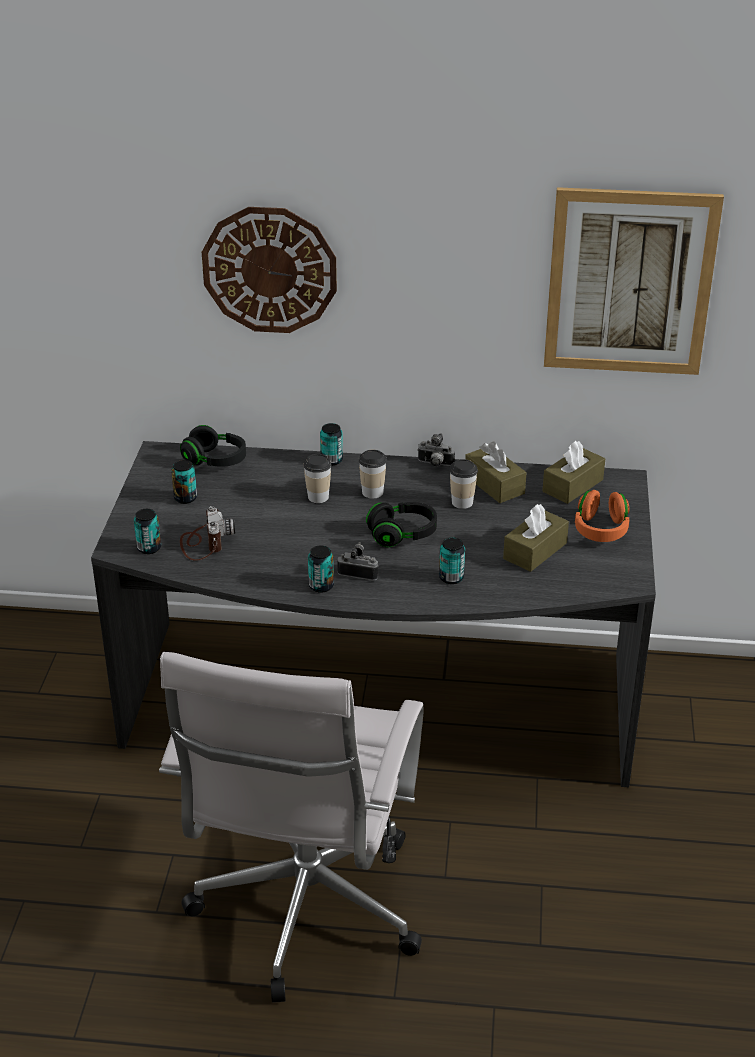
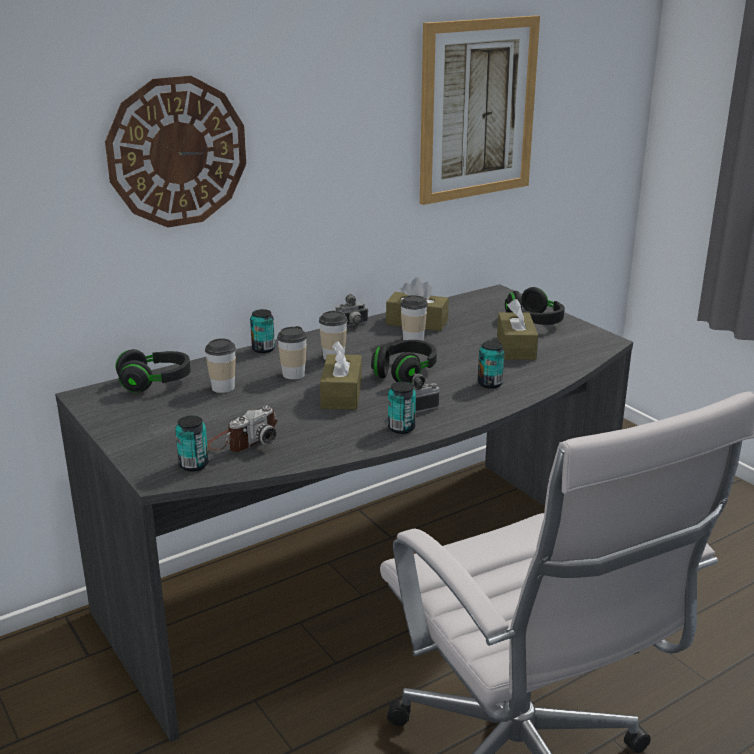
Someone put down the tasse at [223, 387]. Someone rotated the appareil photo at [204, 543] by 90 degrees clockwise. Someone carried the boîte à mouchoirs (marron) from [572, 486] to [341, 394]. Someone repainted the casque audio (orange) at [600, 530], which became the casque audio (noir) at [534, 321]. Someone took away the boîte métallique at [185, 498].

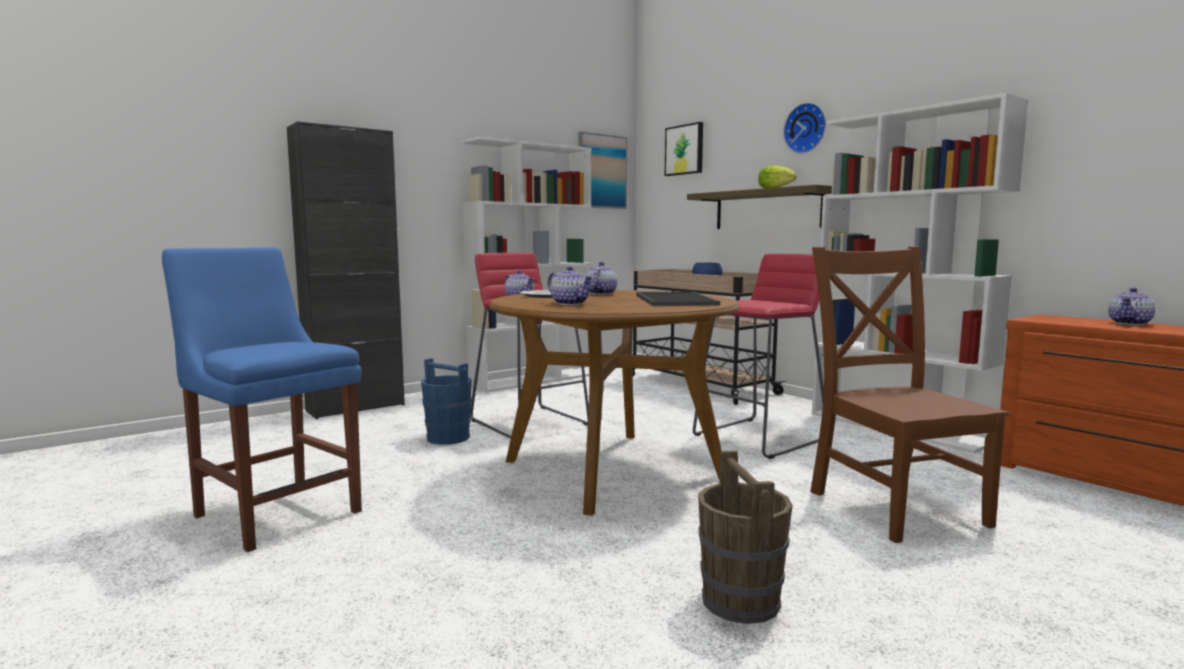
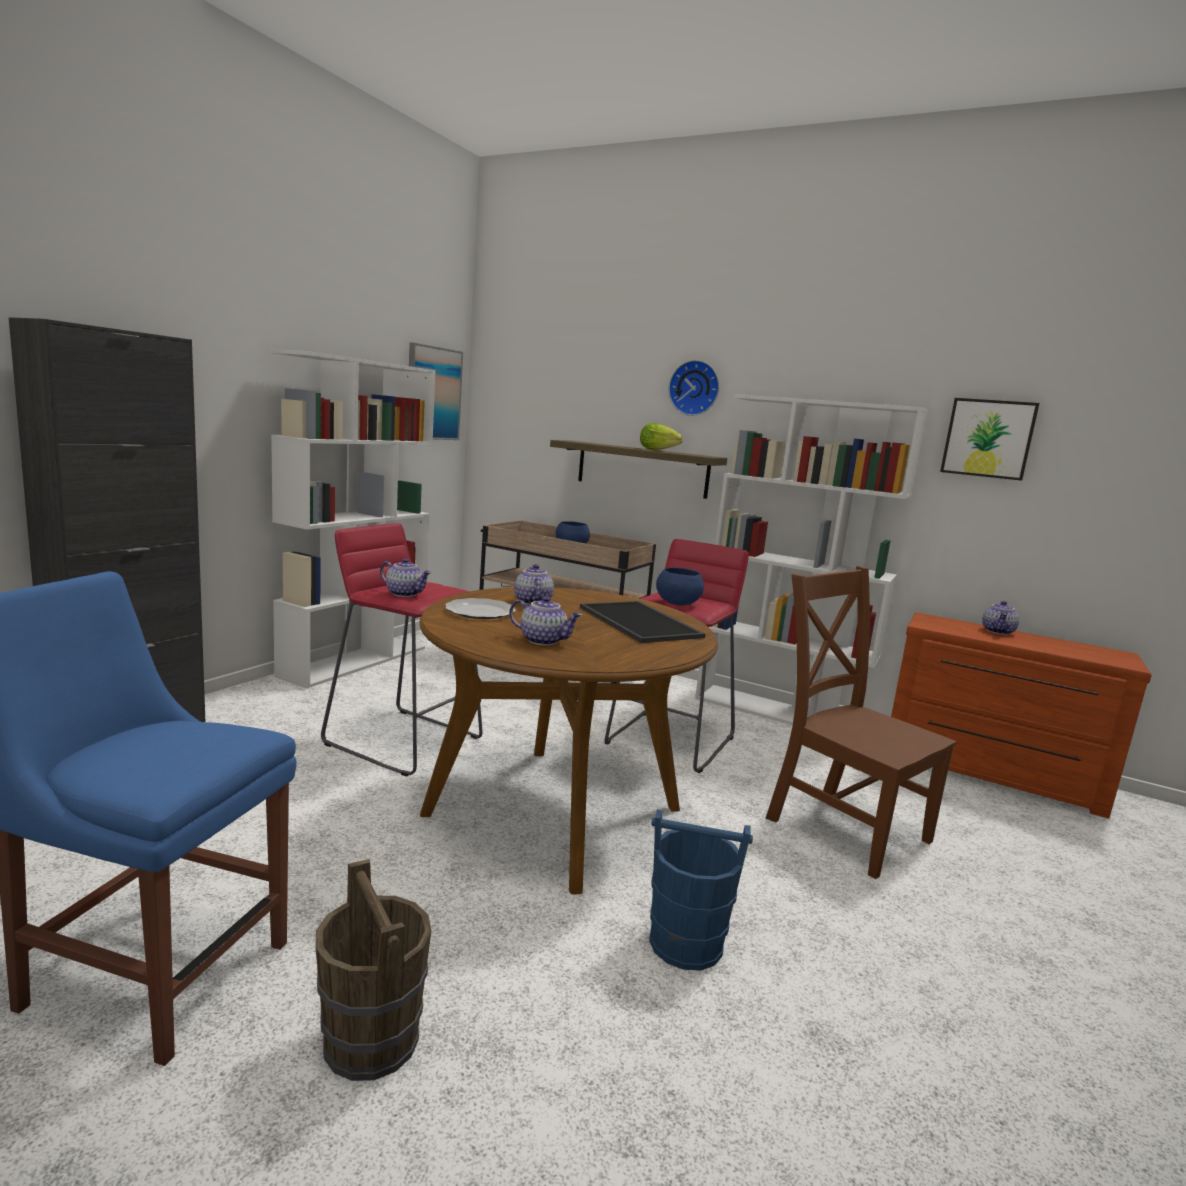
Someone carried the seau (marron) from [740, 602] to [371, 1042]. Someone carried the seau (bleu) from [448, 437] to [685, 943]. Someone put down the bol (bleu) at [677, 603]. Someone carried the tableau from [685, 150] to [988, 438].

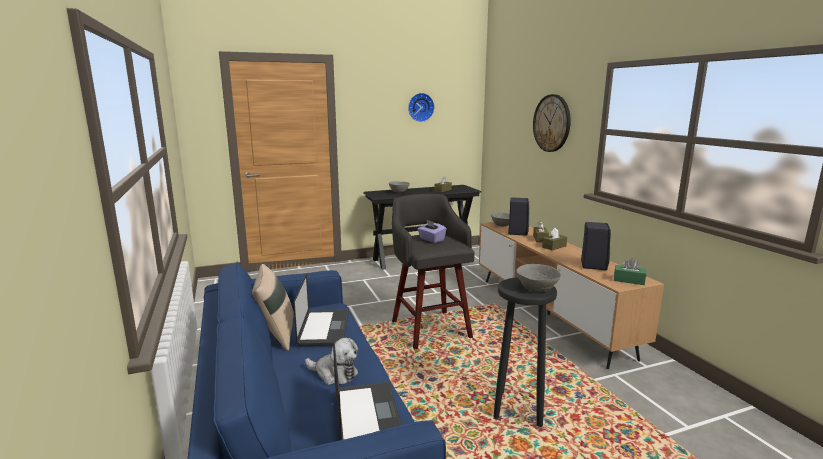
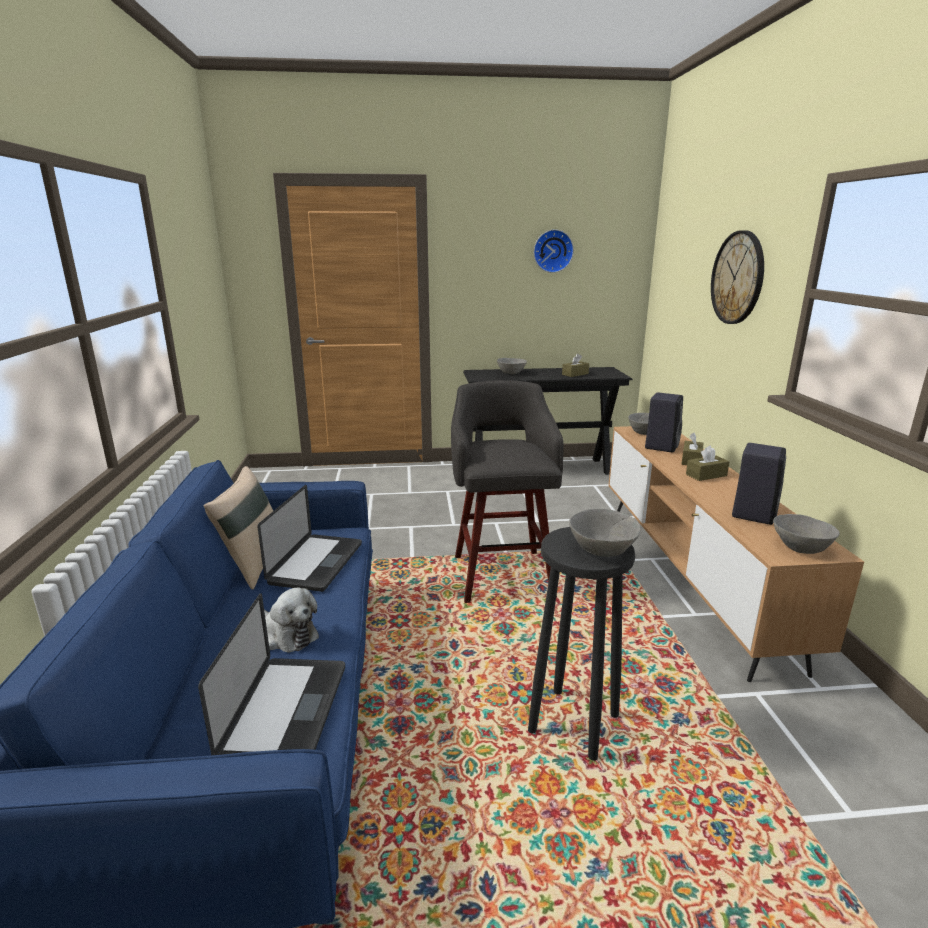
Someone swapped the boîte à mouchoirs (vert) at [629, 280] for the bol (gris) at [801, 547]. Someone took away the boîte à mouchoirs (violet) at [431, 240].

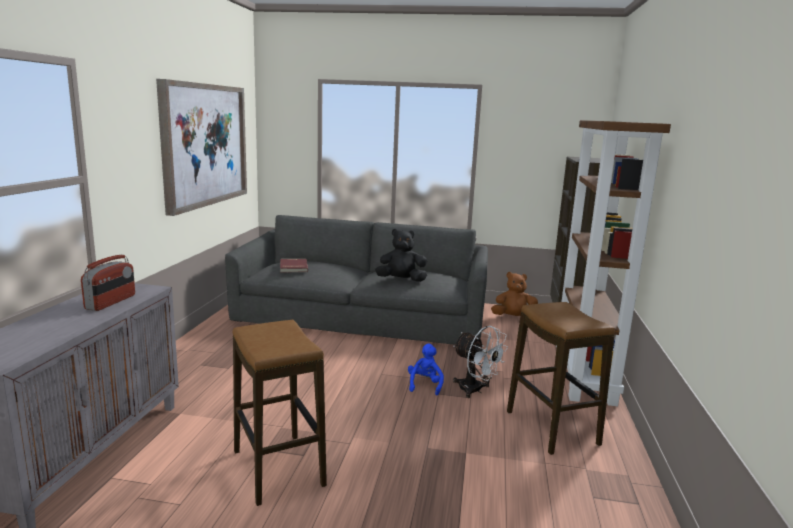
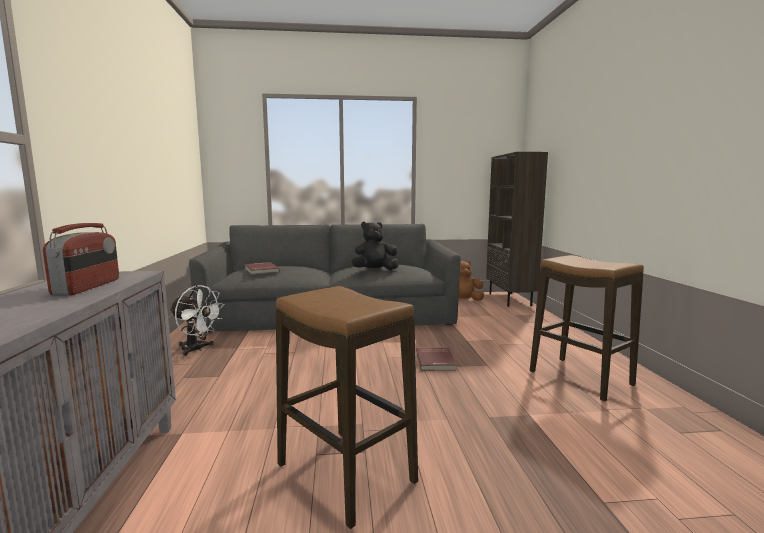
Someone carried the ventilateur (blanc) from [475, 390] to [197, 349]. Someone swapped the peluche (bleu) at [425, 385] for the livre (rouge) at [436, 361]. Someone took away the tableau at [205, 145]. Someone took away the bibliothèque (marron) at [584, 373].

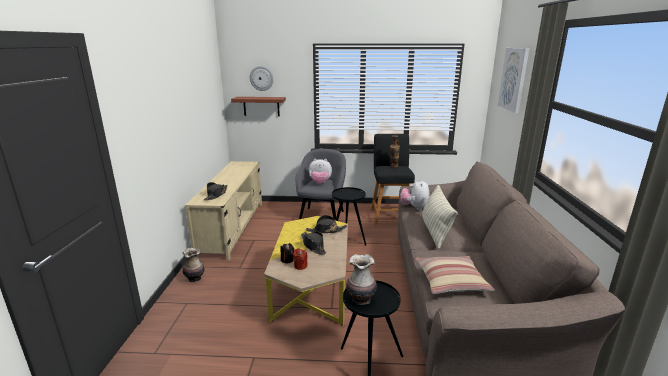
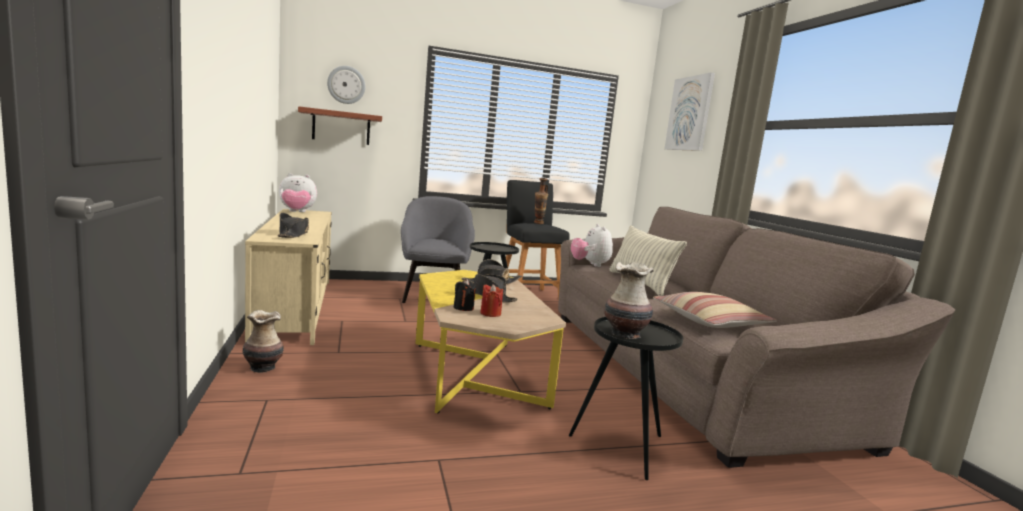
Someone carried the peluche from [320, 183] to [297, 212].

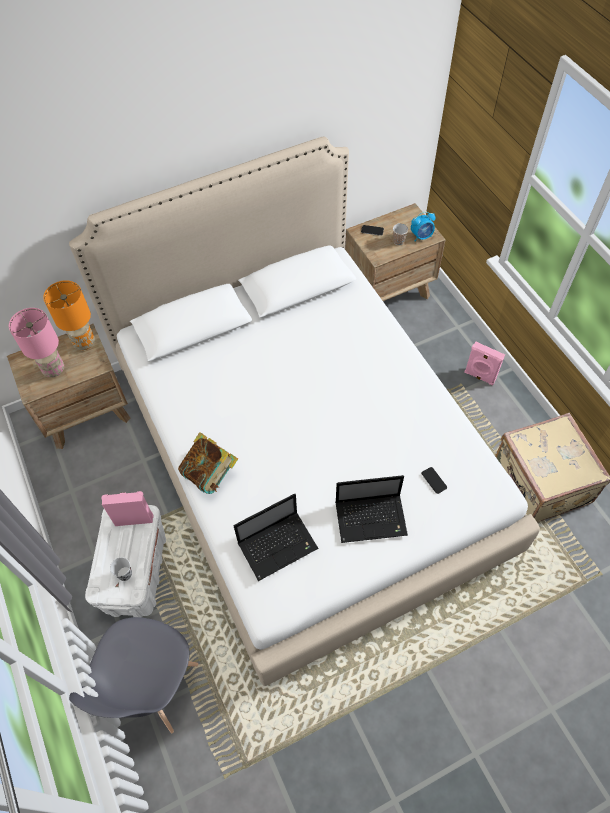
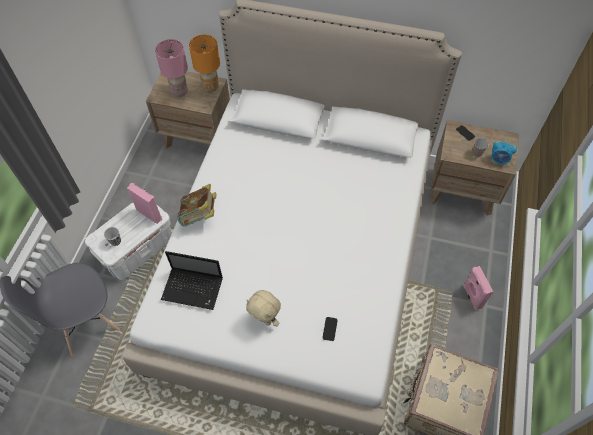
Someone swapped the ordinateur portable at [372, 518] for the peluche (beige) at [265, 319].

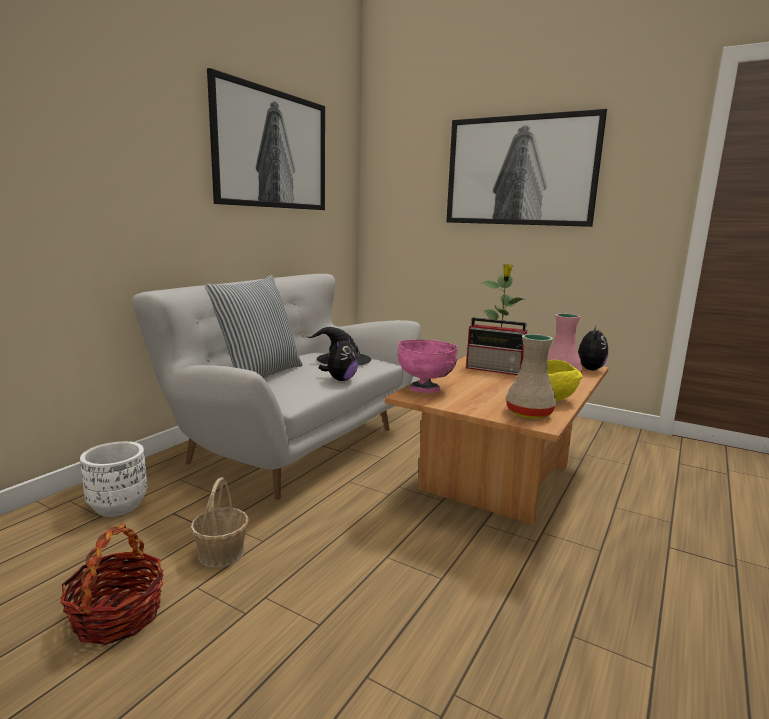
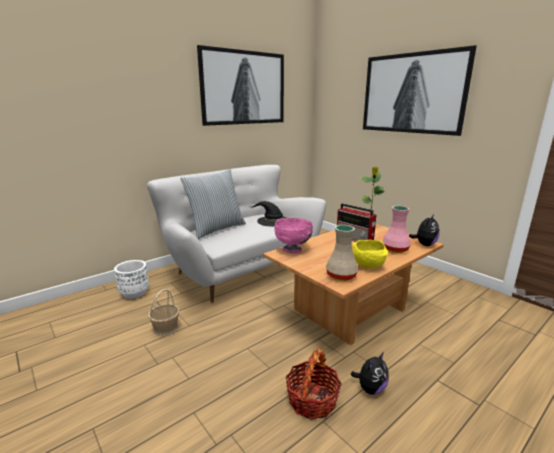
Someone carried the panier from [117, 616] to [312, 400]. Someone carried the peluche from [340, 379] to [370, 388].

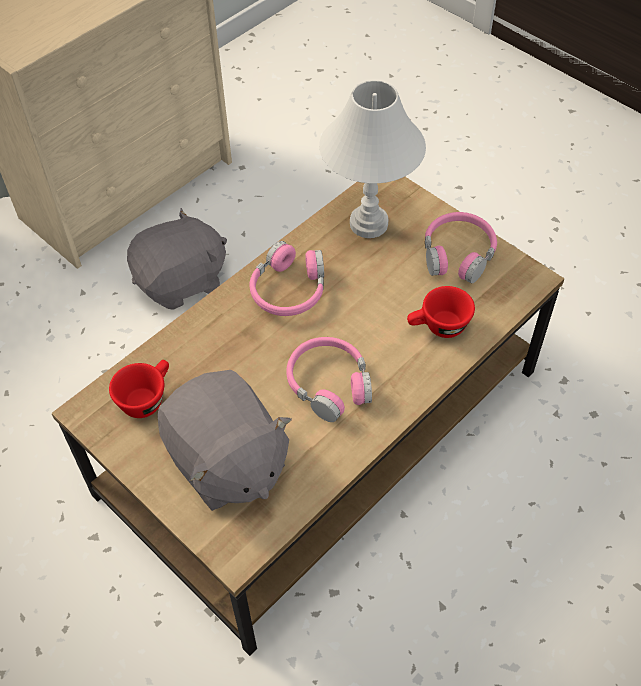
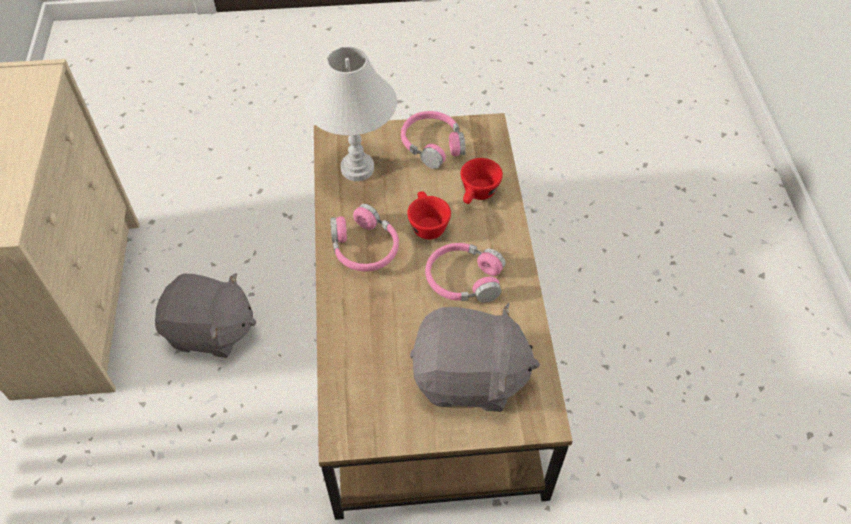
Someone rotated the peluche (gris) at [182, 281] by 90 degrees clockwise. Someone carried the tasse (rouge) from [146, 397] to [426, 224].

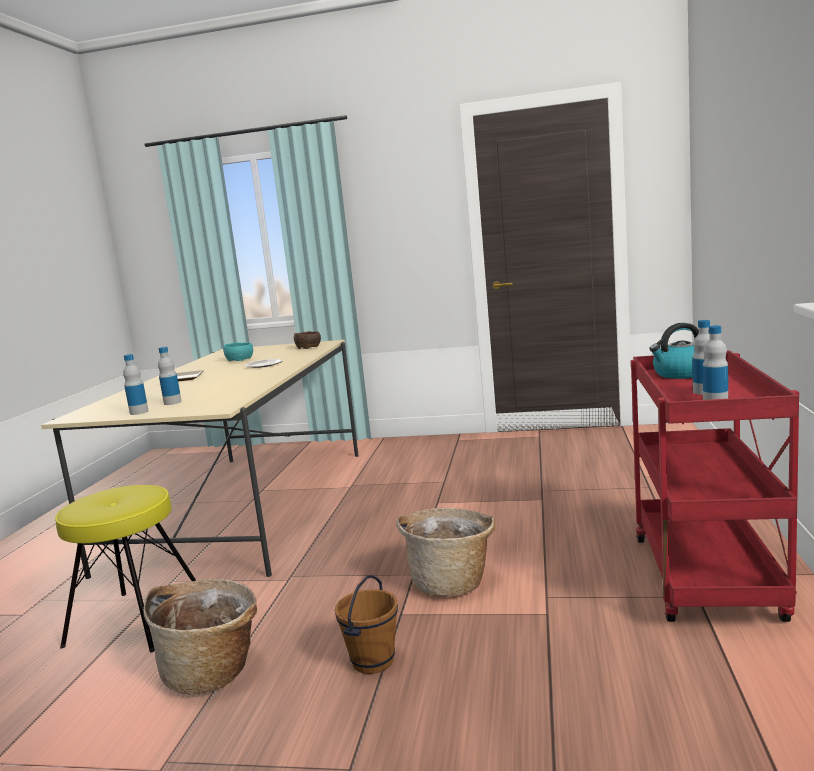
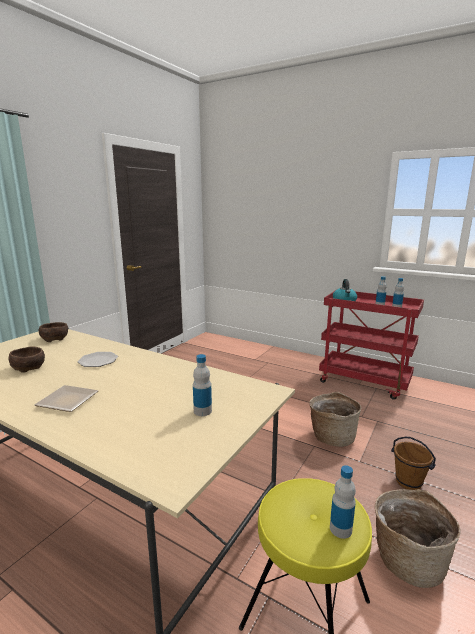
Someone repainted the bol (turquoise) at [240, 359], which became the bol (marron) at [29, 367]. Someone carried the bouteille from [139, 412] to [340, 529].

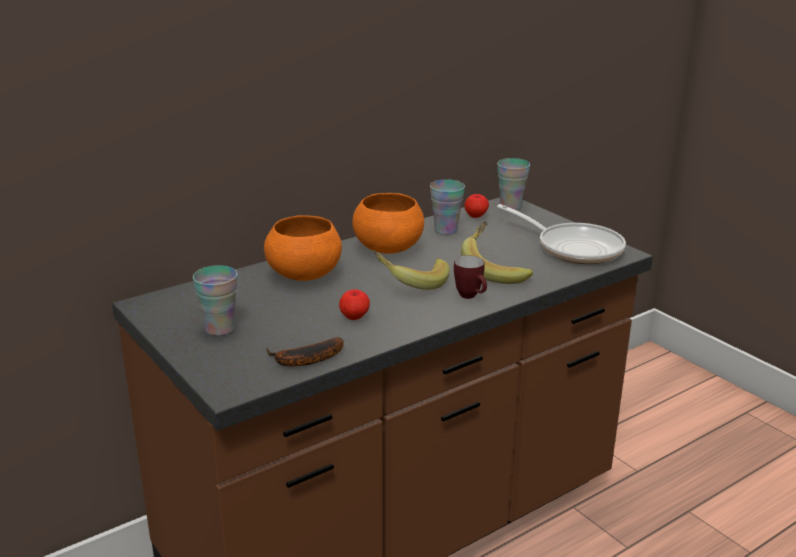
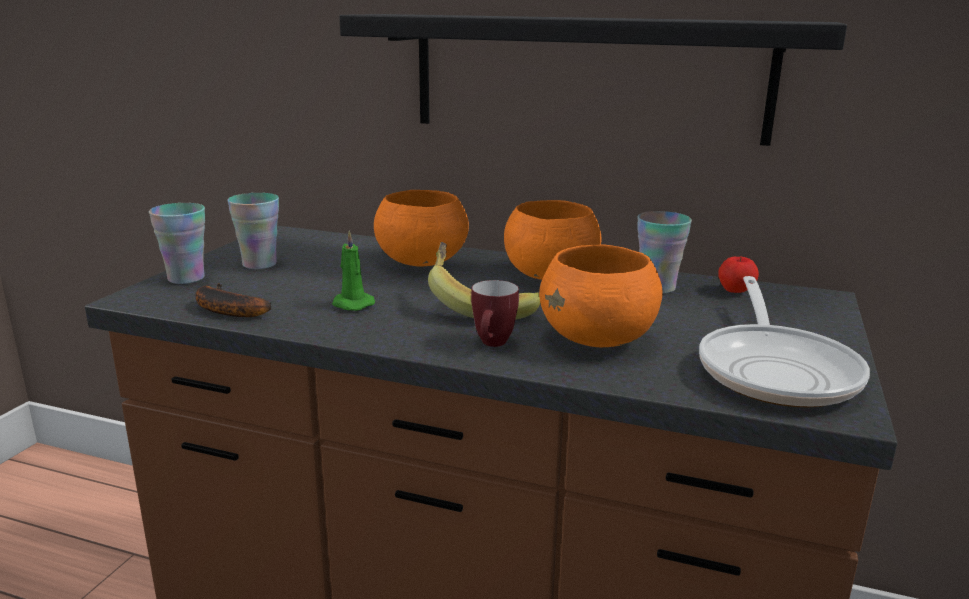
Someone carried the tasse from [510, 206] to [186, 278]. Someone swapped the pomme at [355, 317] for the bougie (vert) at [351, 304]. Someone put up the étagère (noir) at [586, 77]. Someone swapped the banane at [496, 270] for the bol (orange) at [598, 339].

